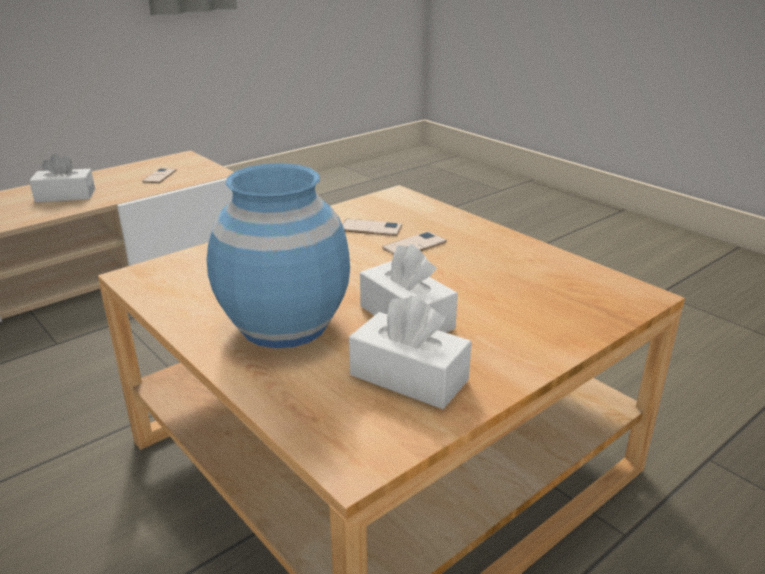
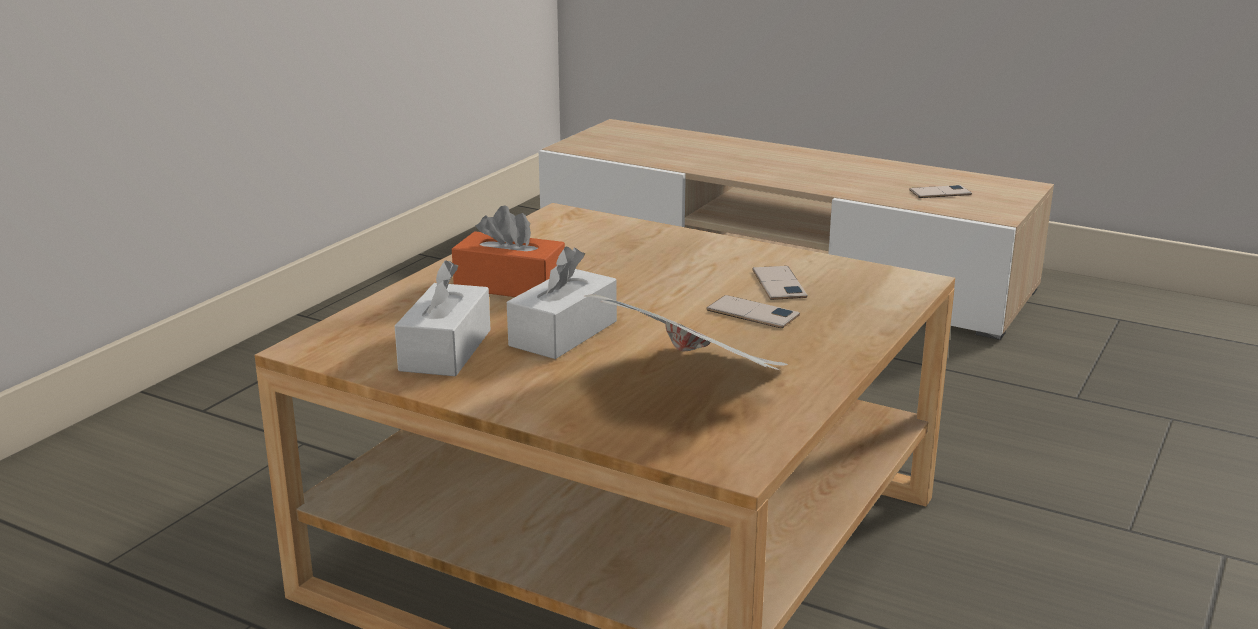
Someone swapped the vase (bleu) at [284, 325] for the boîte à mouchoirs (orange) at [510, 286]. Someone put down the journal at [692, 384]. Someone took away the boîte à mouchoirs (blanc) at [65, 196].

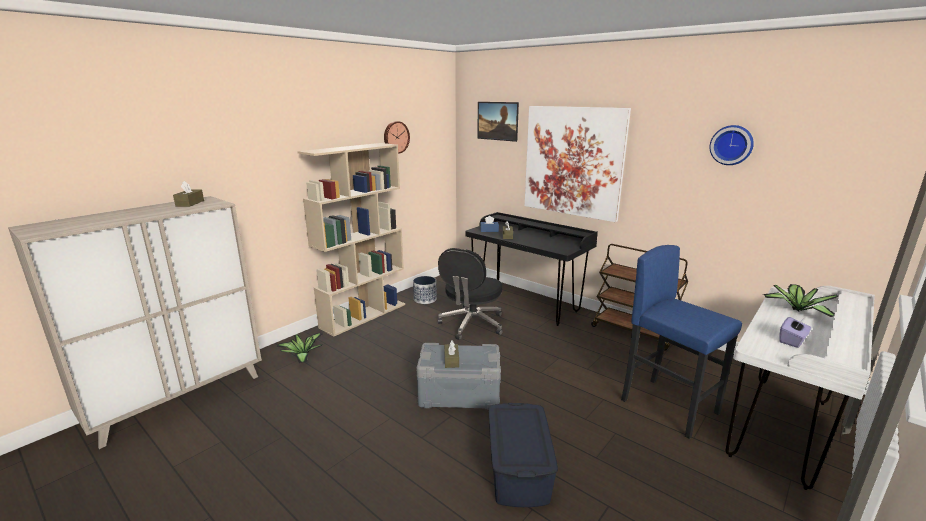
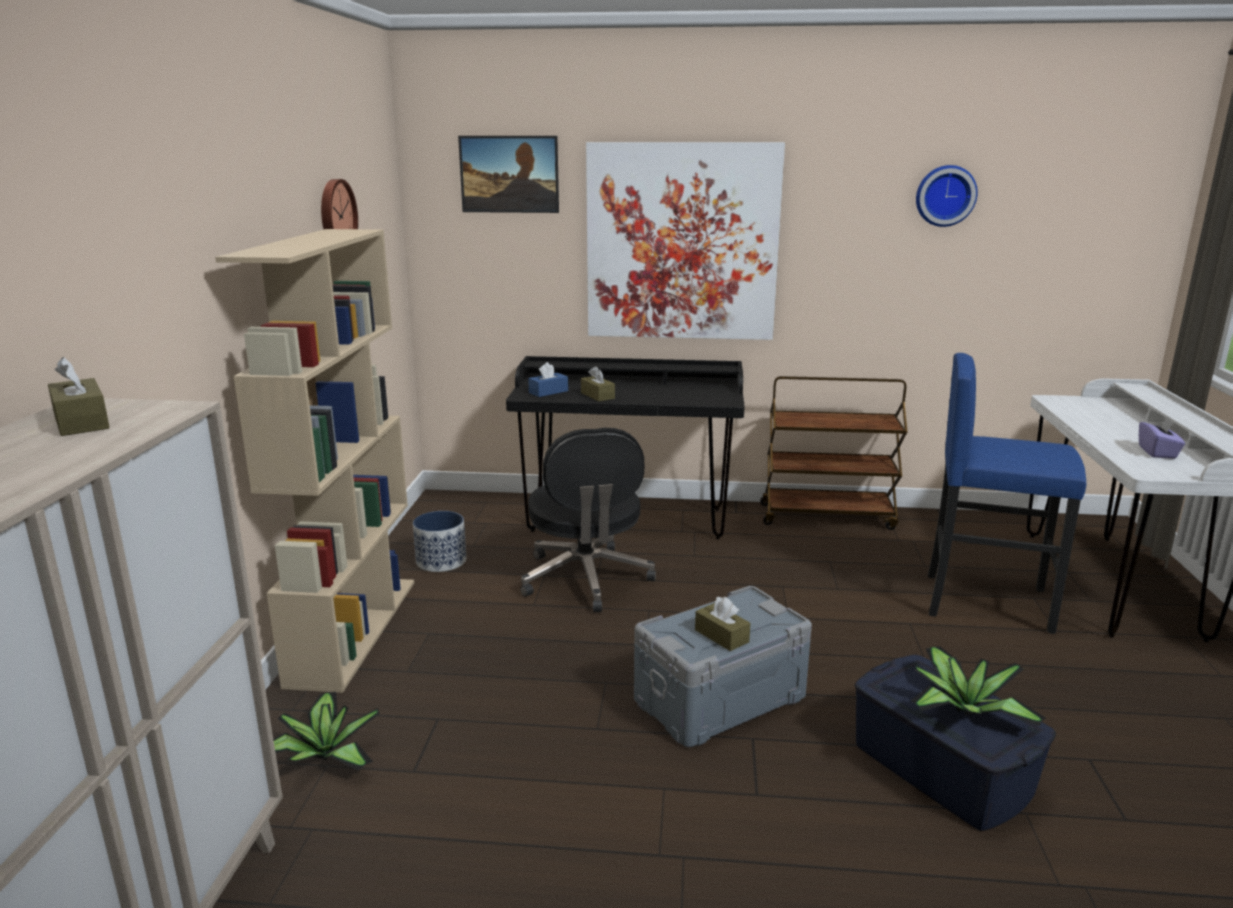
Someone carried the plante en pot from [796, 310] to [963, 711].

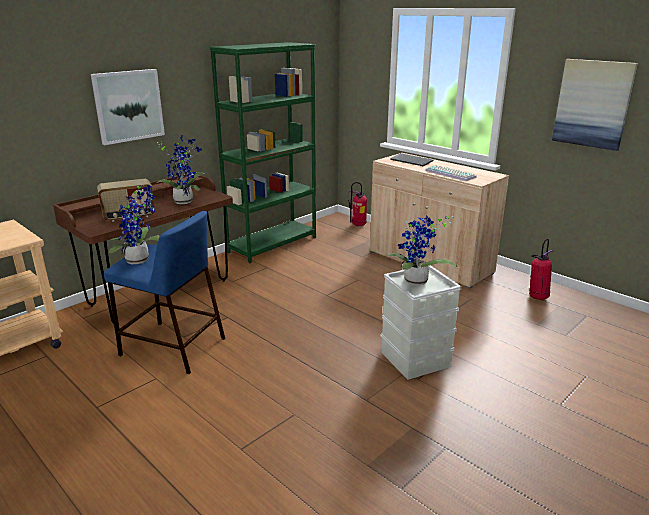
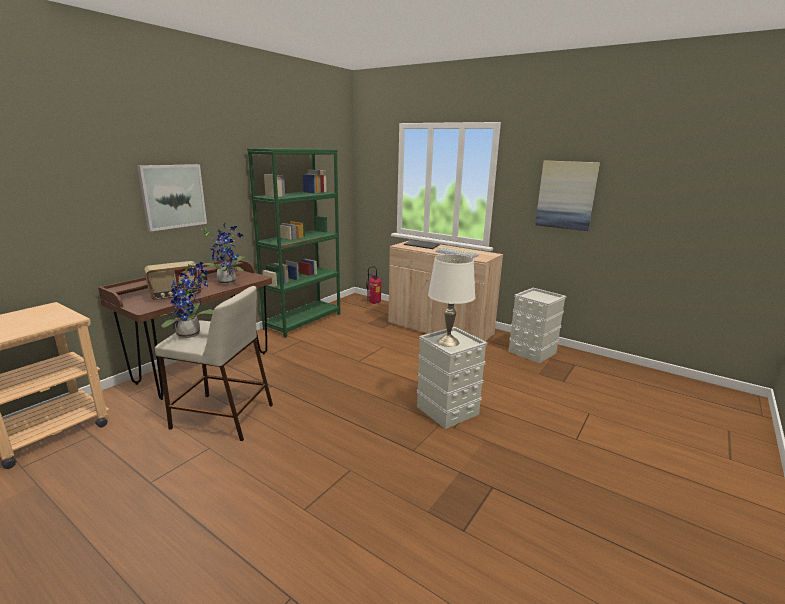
Someone repainted the tabouret (bleu) at [171, 346], which became the tabouret (beige) at [221, 416]. Someone swapped the plante en pot at [416, 283] for the lampe de table (blanc) at [448, 342]. Someone swapped the extincteur at [537, 297] for the boîte de rangement (gris) at [532, 352].

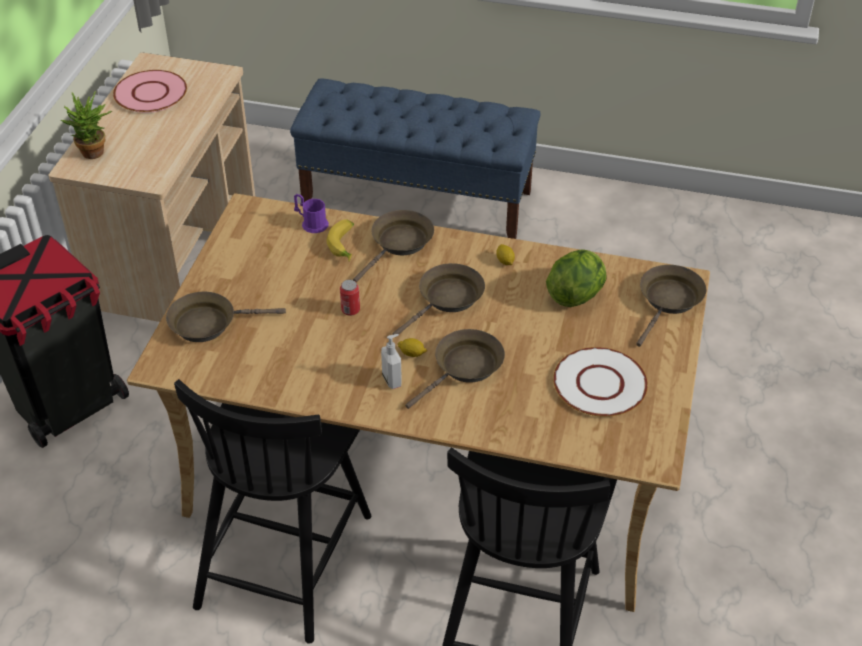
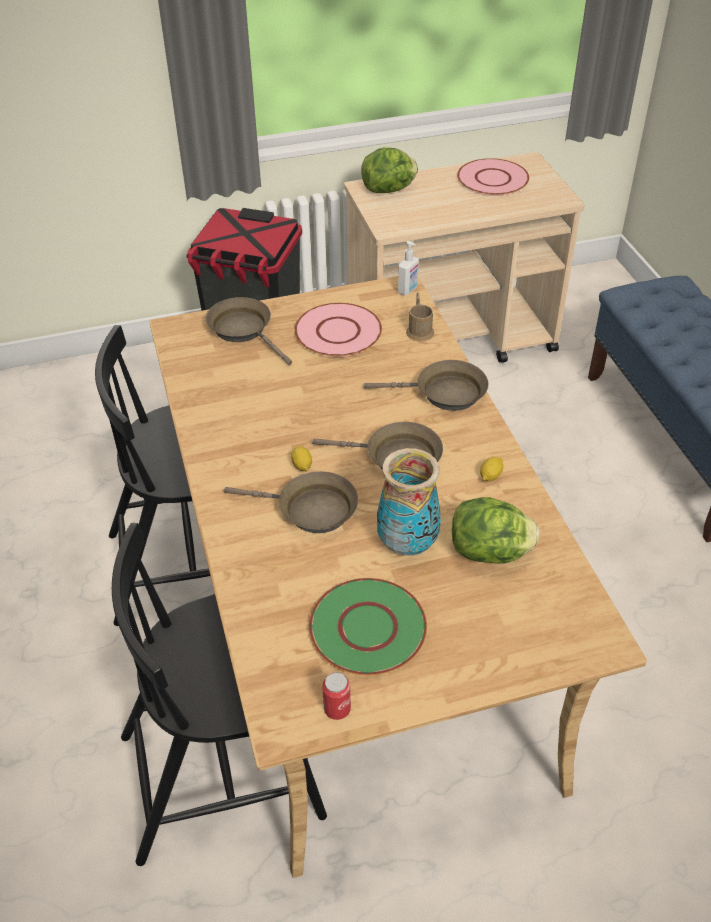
Someone put down the assiette (rose) at [338, 332]. Someone repainted the assiette (blanc) at [599, 383], which became the assiette (vert) at [367, 627]. Someone carried the boîte métallique from [350, 310] to [337, 709]. Someone swapped the plante en pot at [95, 155] for the laitue at [389, 190]. Someone put down the vase at [407, 544]. Someone carried the distributeur de savon from [392, 380] to [408, 290]. Someone repainted the mug (violet) at [311, 223], which became the mug (marron) at [419, 329]. Someone took away the banane at [346, 245]. Someone took away the poêle (marron) at [669, 301].

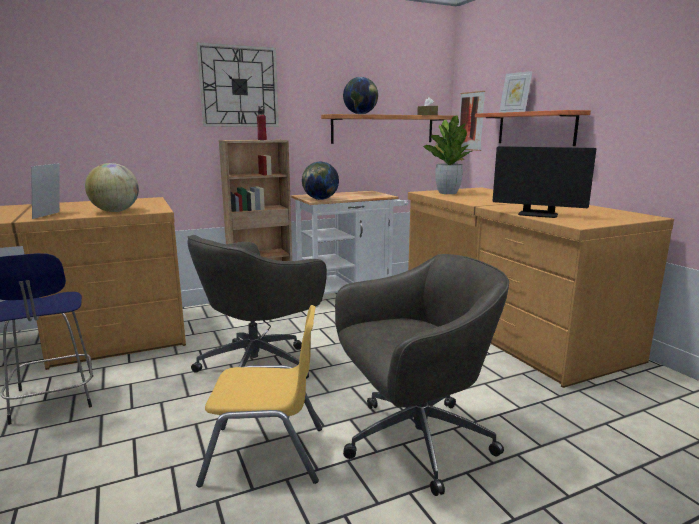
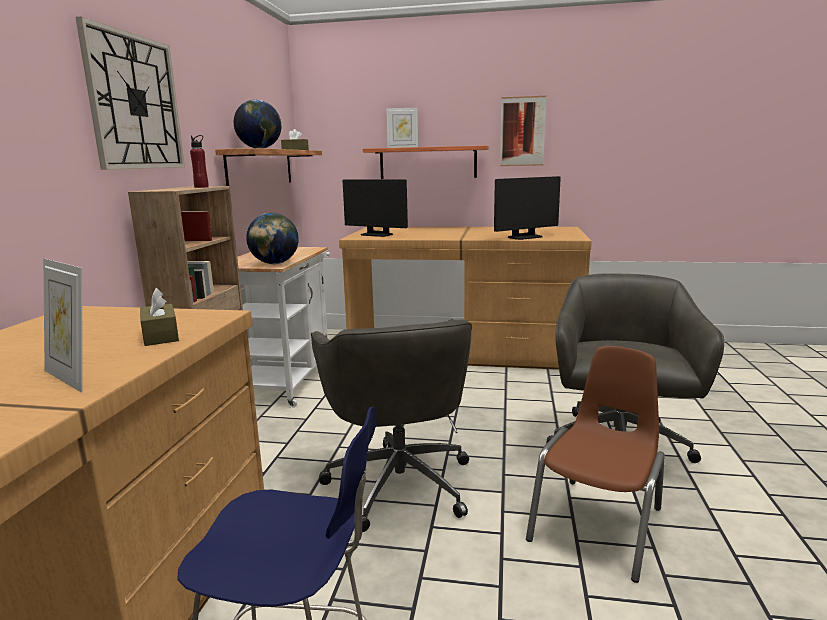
Someone swapped the globe at [115, 211] for the boîte à mouchoirs (marron) at [160, 335]. Someone swapped the plante en pot at [447, 193] for the écran d'ordinateur at [377, 234]. Someone carried the tableau from [471, 121] to [522, 131]. Someone repainted the chaise (jaune) at [265, 455], which became the chaise (marron) at [598, 525].

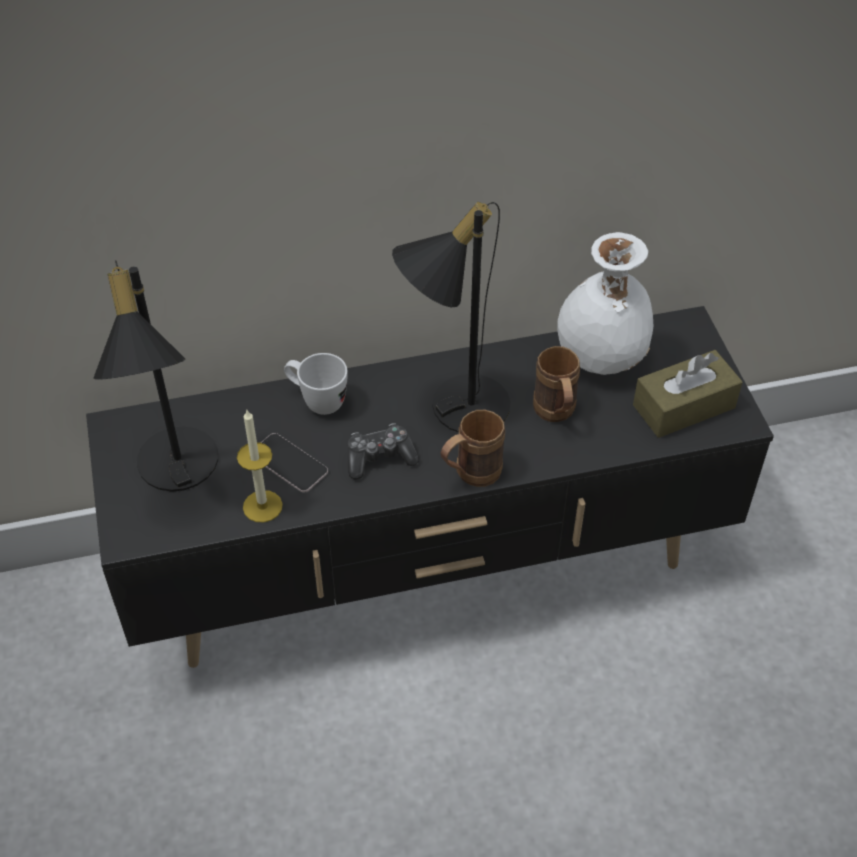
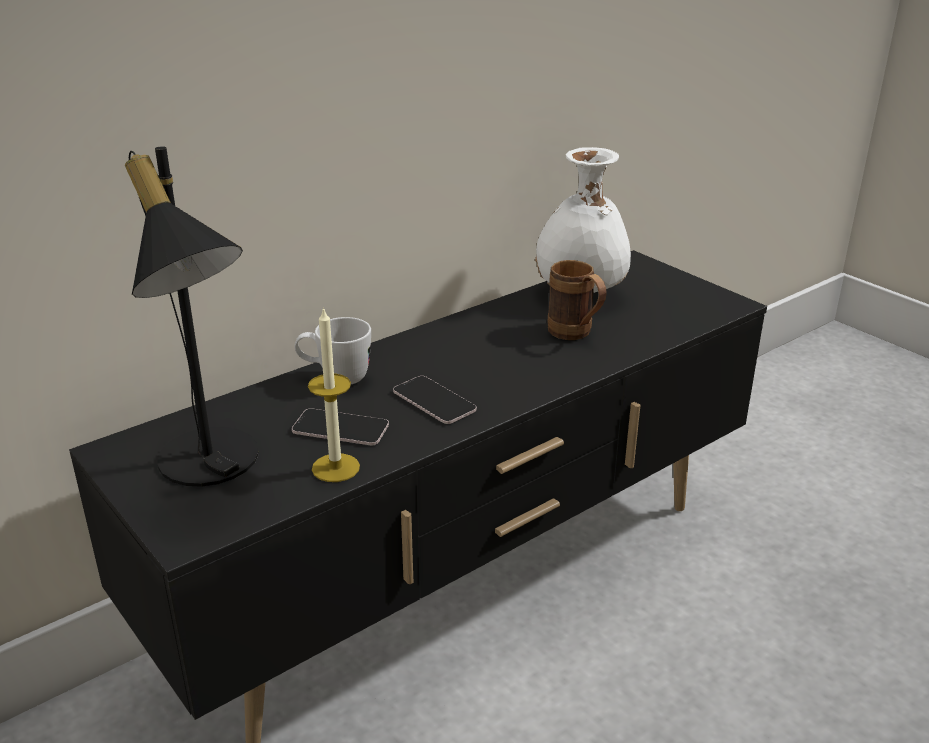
Someone swapped the manette at [380, 457] for the téléphone at [434, 401]. Someone took away the lampe de table (noir) at [454, 404]. Someone took away the mug (marron) at [470, 475]. Someone took away the boîte à mouchoirs (marron) at [684, 406].

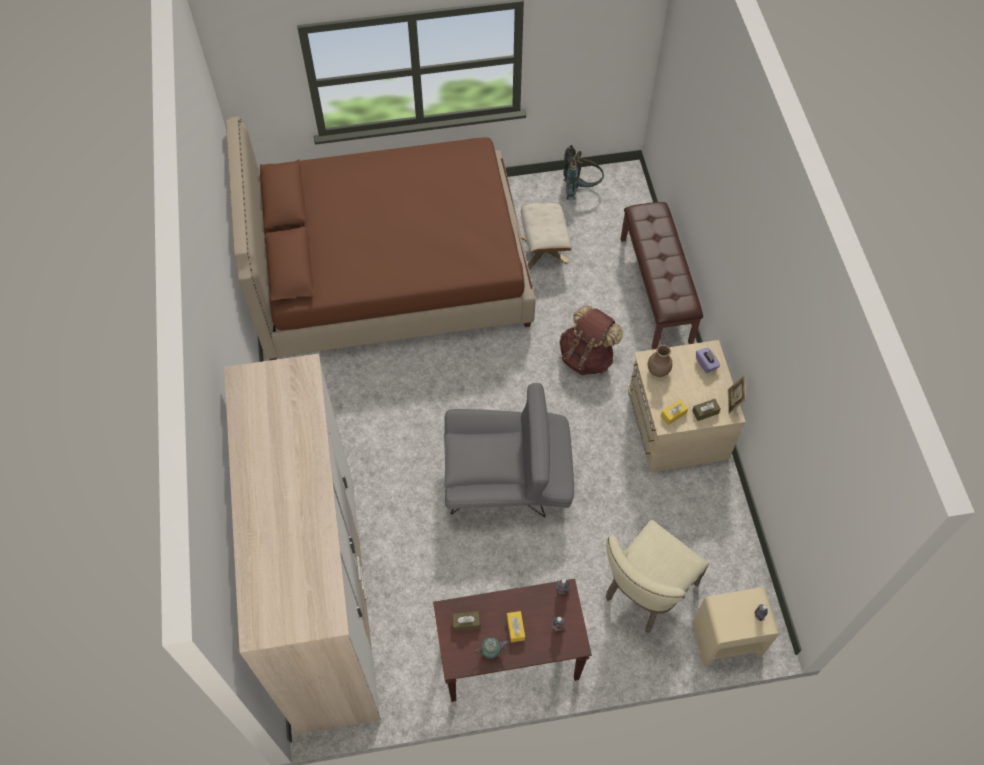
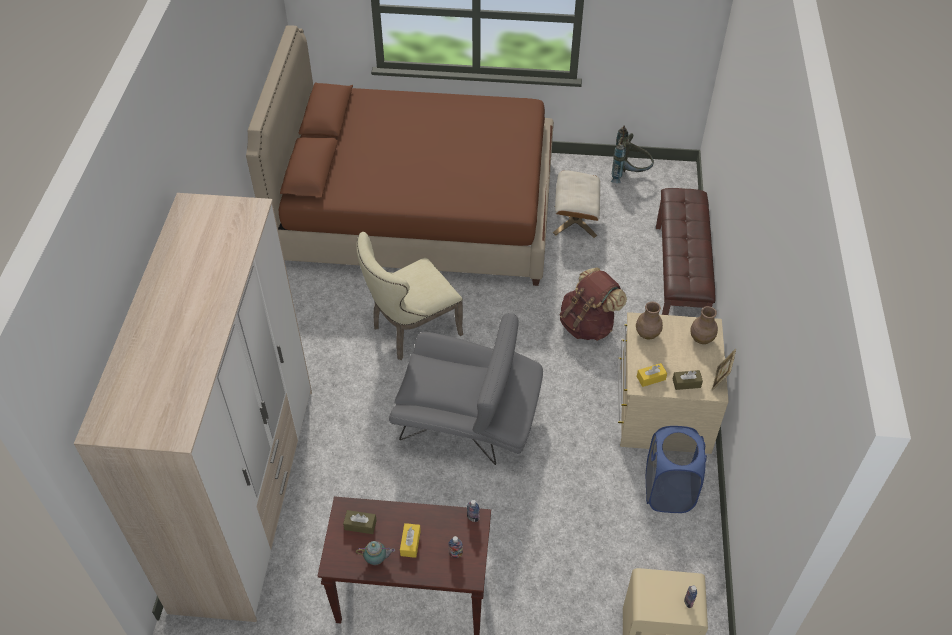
Someone carried the chaise (beige) from [645, 593] to [411, 331]. Someone put down the panier à linge (bleu) at [668, 491]. Someone swapped the boîte à mouchoirs (violet) at [706, 364] for the vase (marron) at [701, 338].

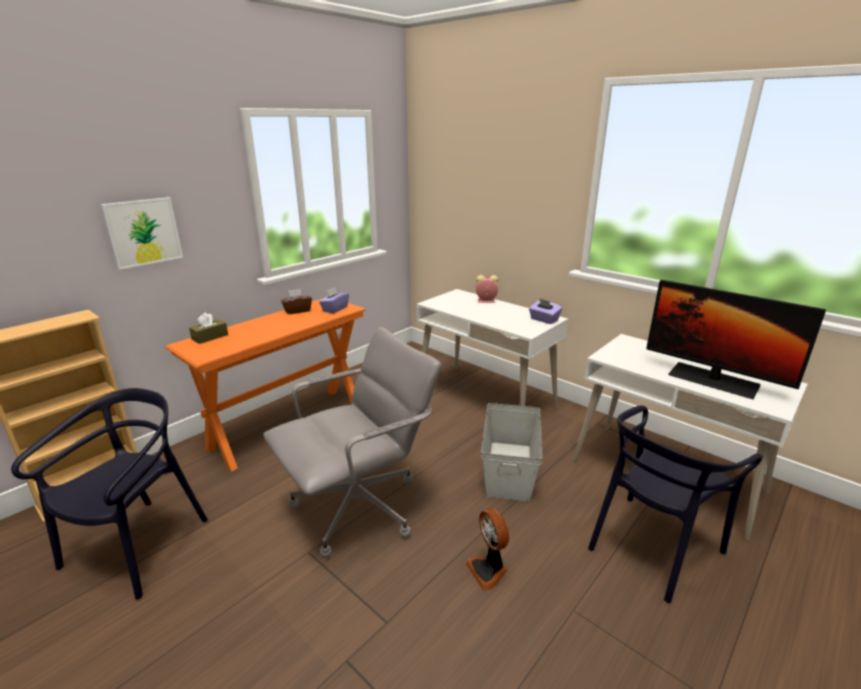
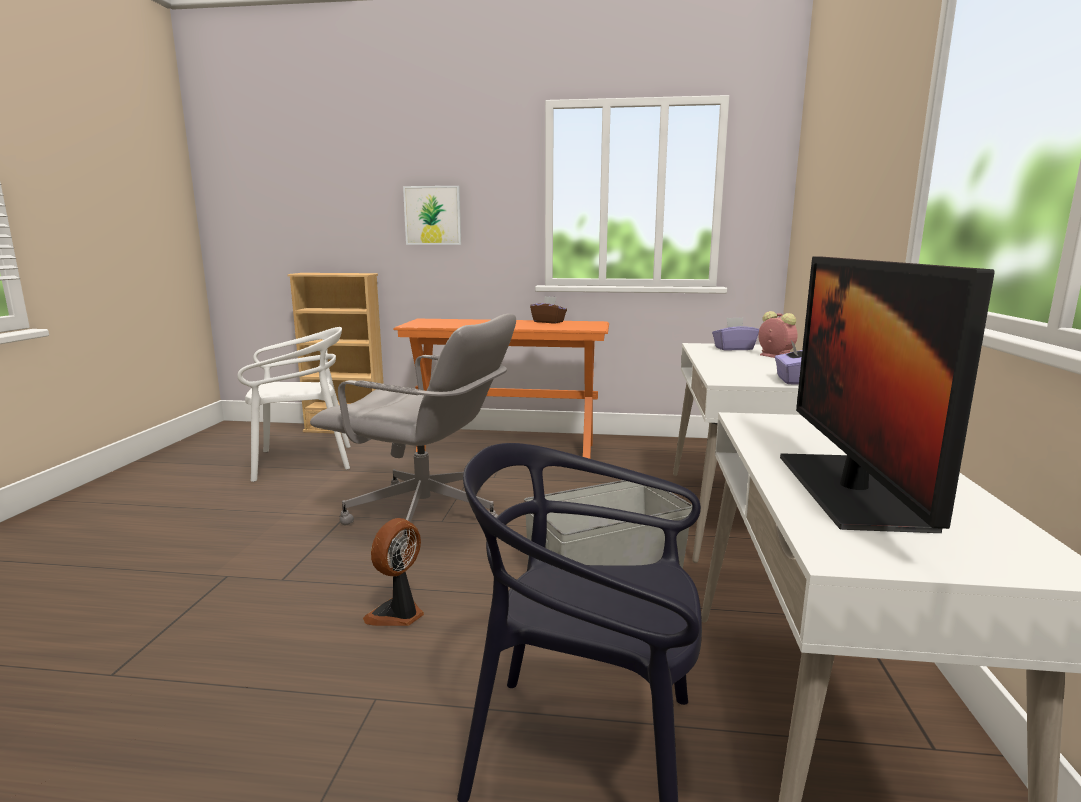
Someone repainted the chaise (noir) at [138, 546], which became the chaise (blanc) at [302, 462]. Someone carried the boîte à mouchoirs (violet) from [335, 309] to [733, 348]. Someone took away the boîte à mouchoirs (marron) at [210, 337].

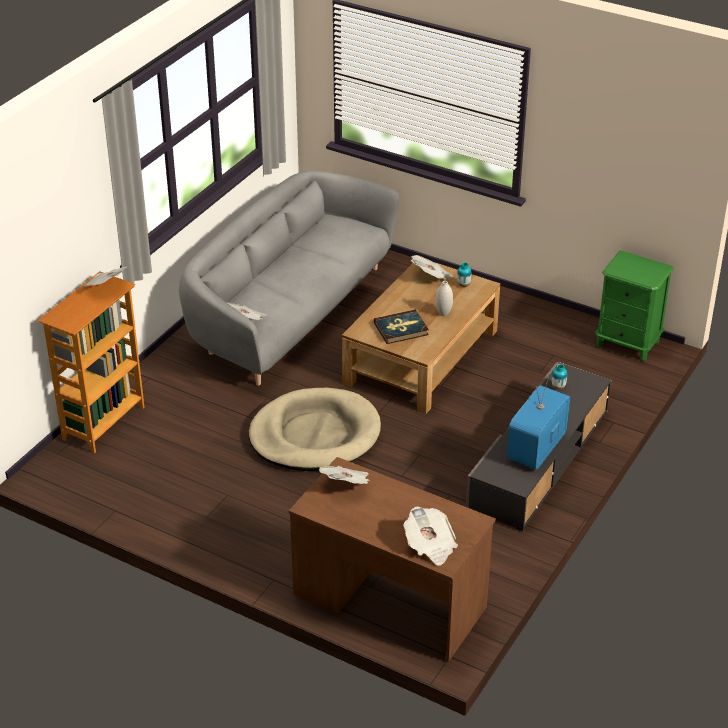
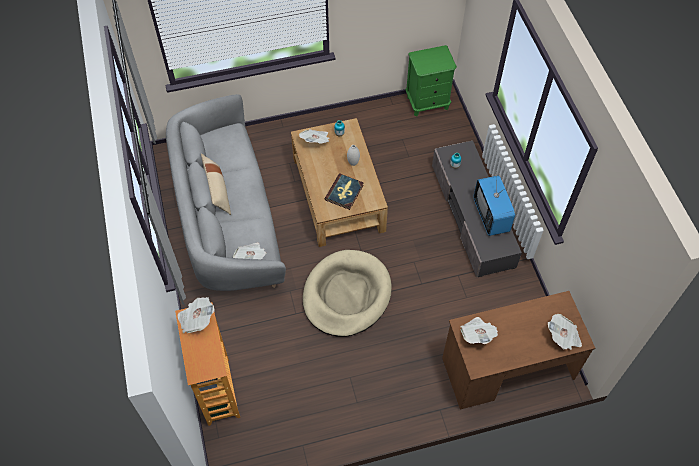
Someone put down the coussin (beige) at [217, 191].

